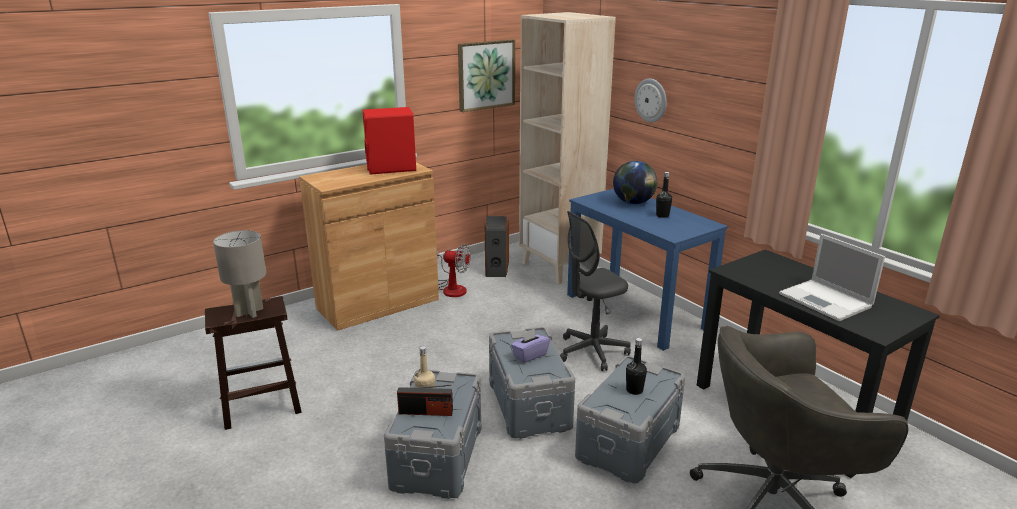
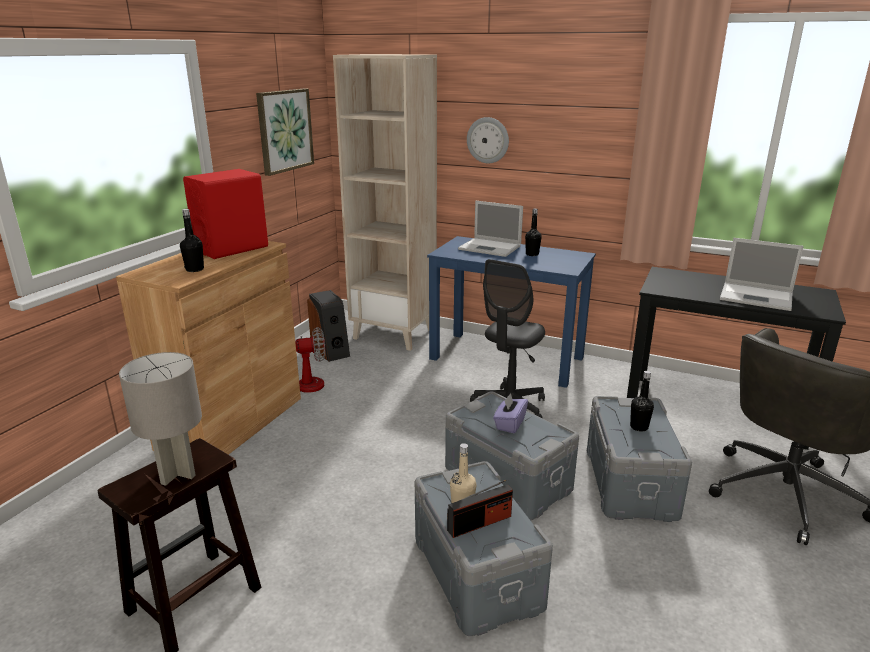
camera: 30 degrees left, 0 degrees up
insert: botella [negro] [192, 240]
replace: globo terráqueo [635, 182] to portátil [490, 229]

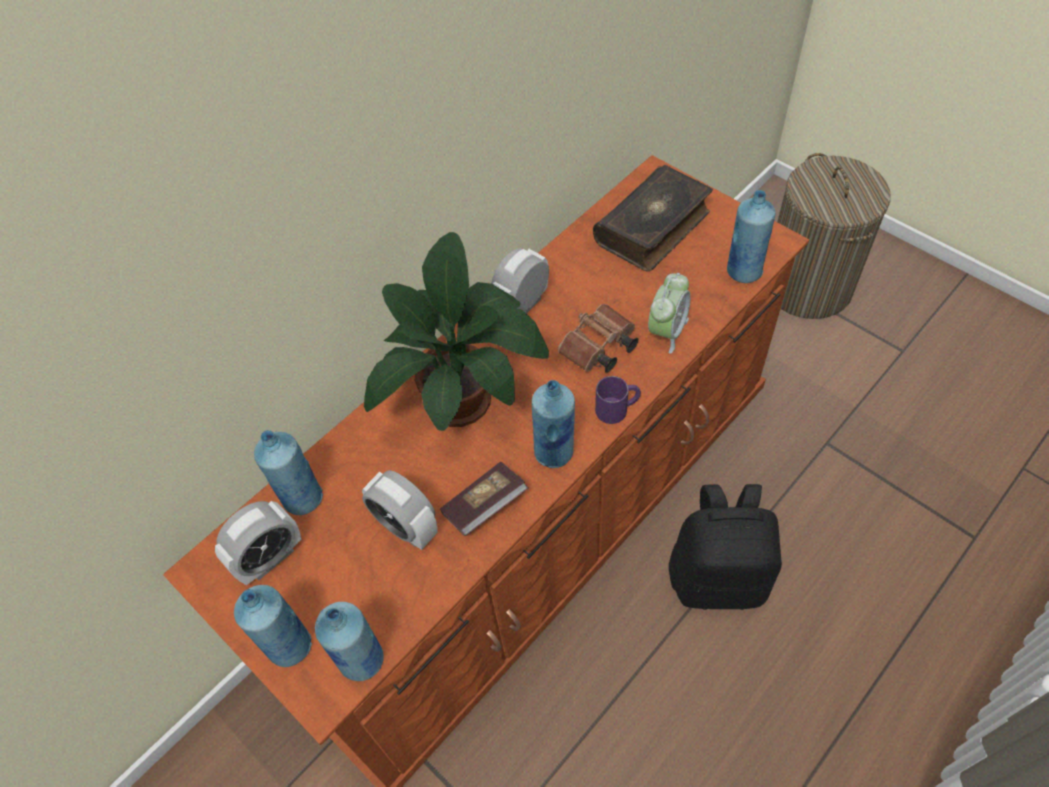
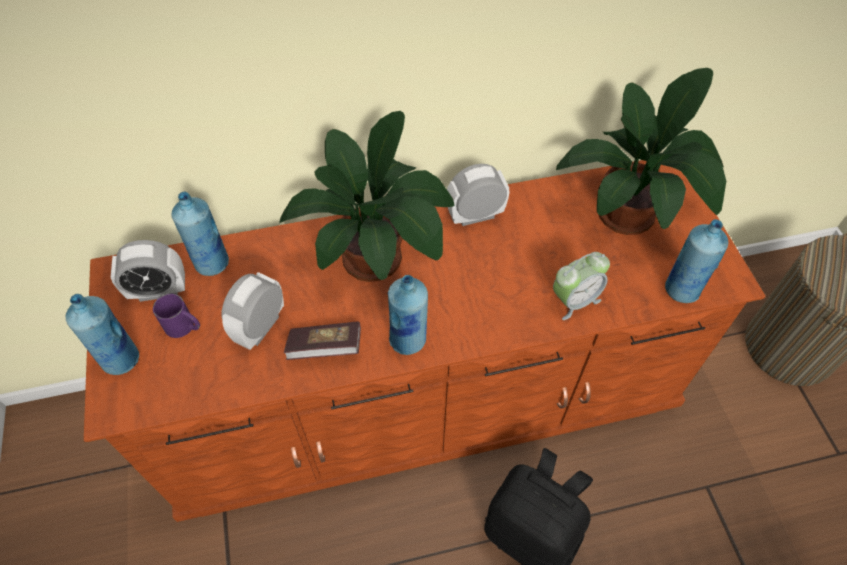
camera: 30 degrees right, 0 degrees up
delete: botella [azul] [349, 641]; prismáticos [marrón] [598, 338]
move: taza grande [morado] [618, 400] to [176, 316]
replace: libro [653, 218] to planta en maceta [641, 151]
rotate: despertador [400, 510] = [252, 311] 45 degrees clockwise

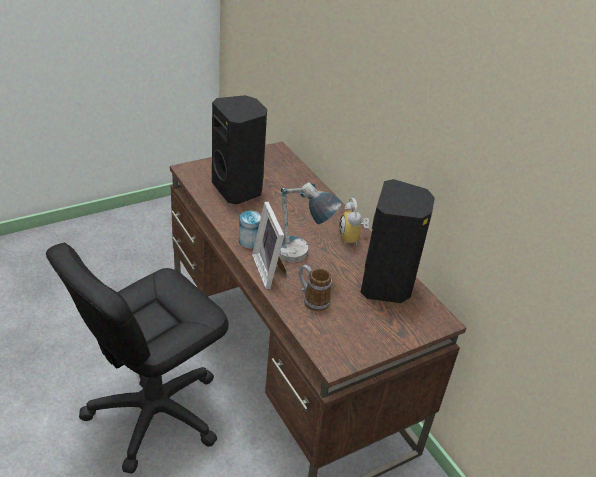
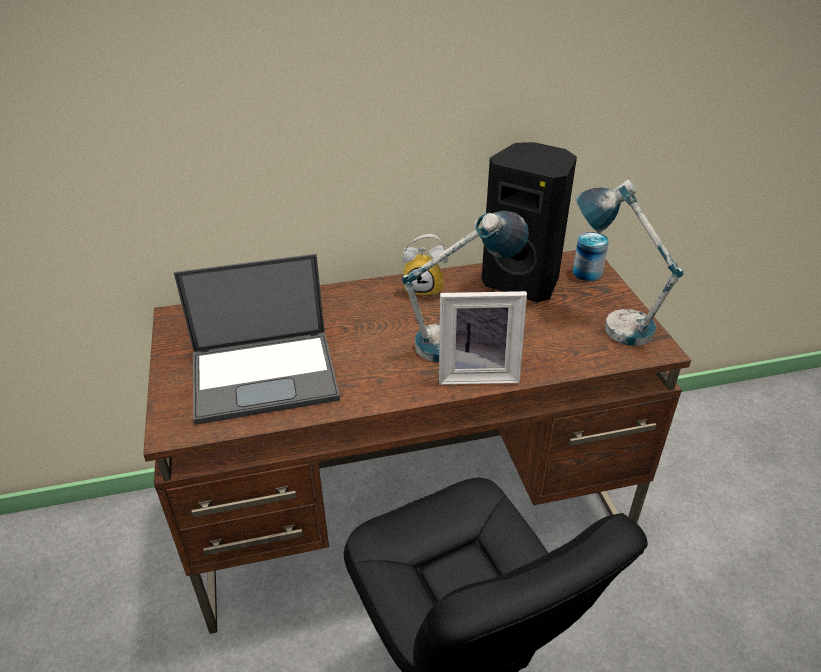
camera: 70 degrees left, 0 degrees up
delete: taza grande [315, 288]
insert: lámpara de mesa [629, 263]
move: lata [250, 230] to [591, 256]
replace: altavoz [negro] [239, 149] to portátil [257, 339]

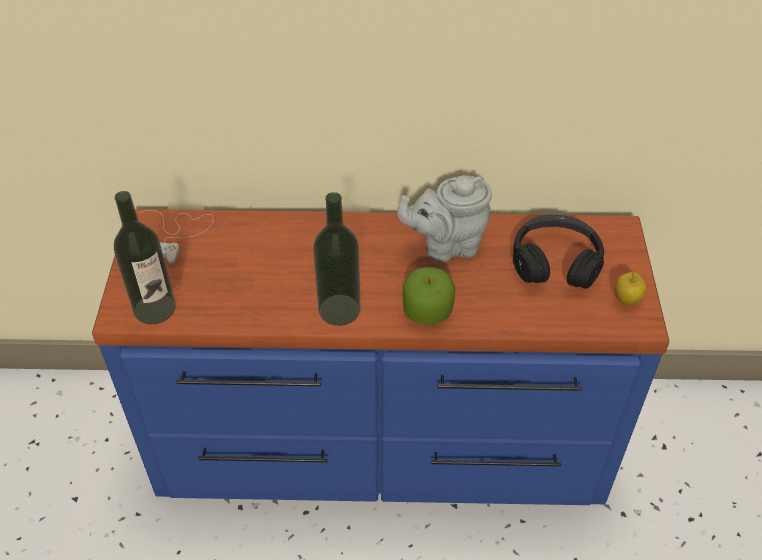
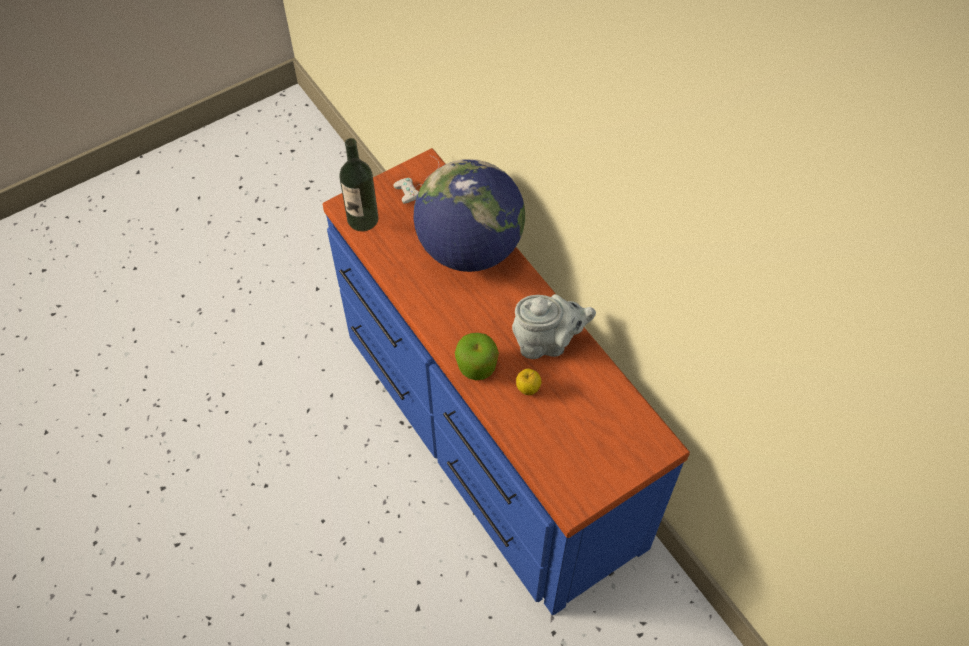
camera: 55 degrees right, 10 degrees up
delete: botella [336, 259]; auriculares [negro] [558, 252]
insert: globo terráqueo [469, 215]
move: manzana [630, 288] to [529, 382]
rotate: tetera [gris] [444, 218] = [554, 326] 135 degrees clockwise

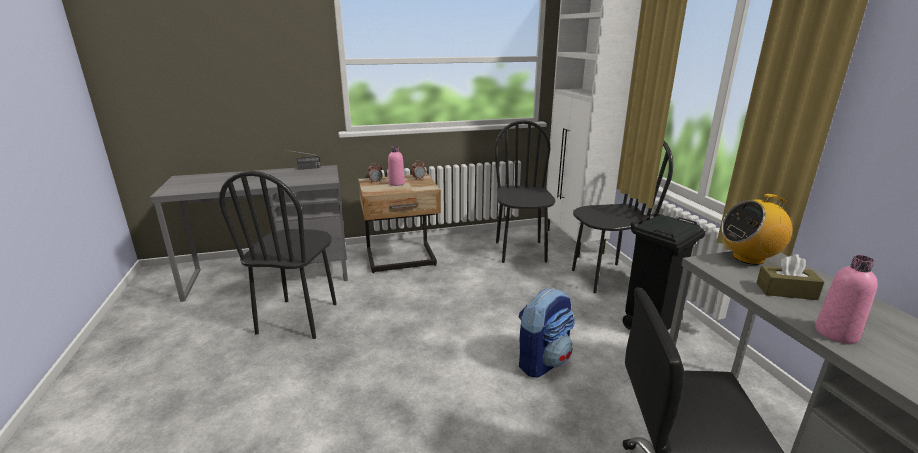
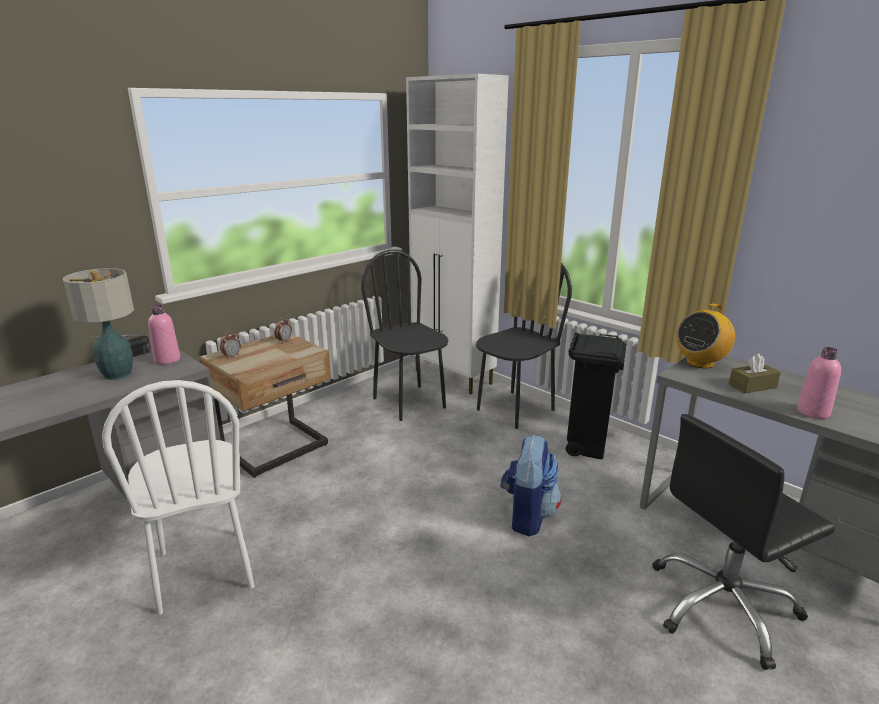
camera: 30 degrees left, 0 degrees up
insert: lámpara de mesa [98, 324]
move: botella [rosa] [396, 166] to [164, 335]
recolor: silla [negro] [278, 255] to silla [blanco] [178, 497]

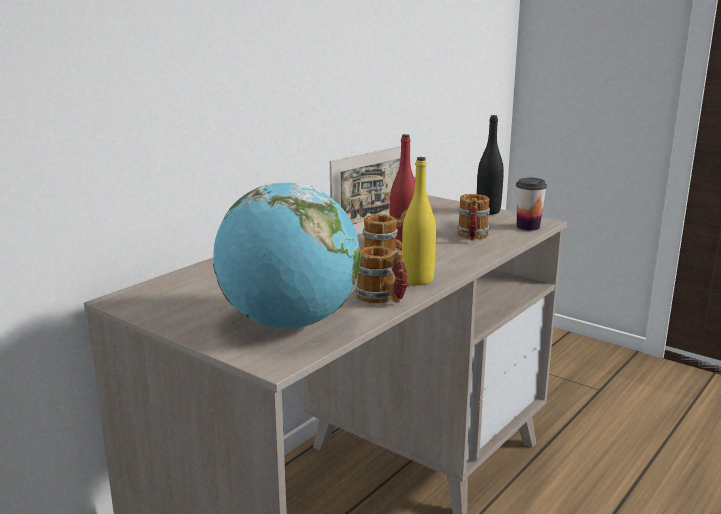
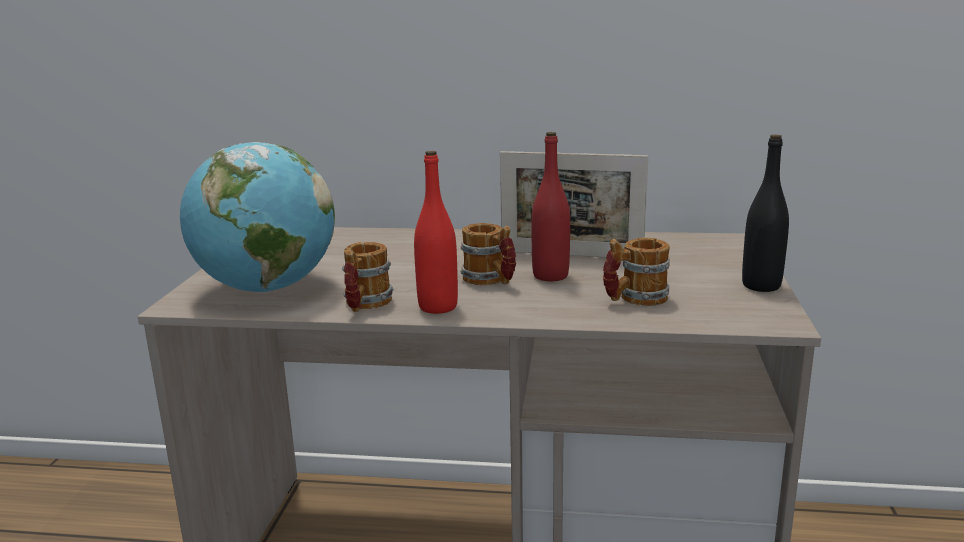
camera: 60 degrees right, 0 degrees up
delete: taza [531, 204]
recolor: botella [amarillo] [419, 221] to botella [rojo] [436, 232]

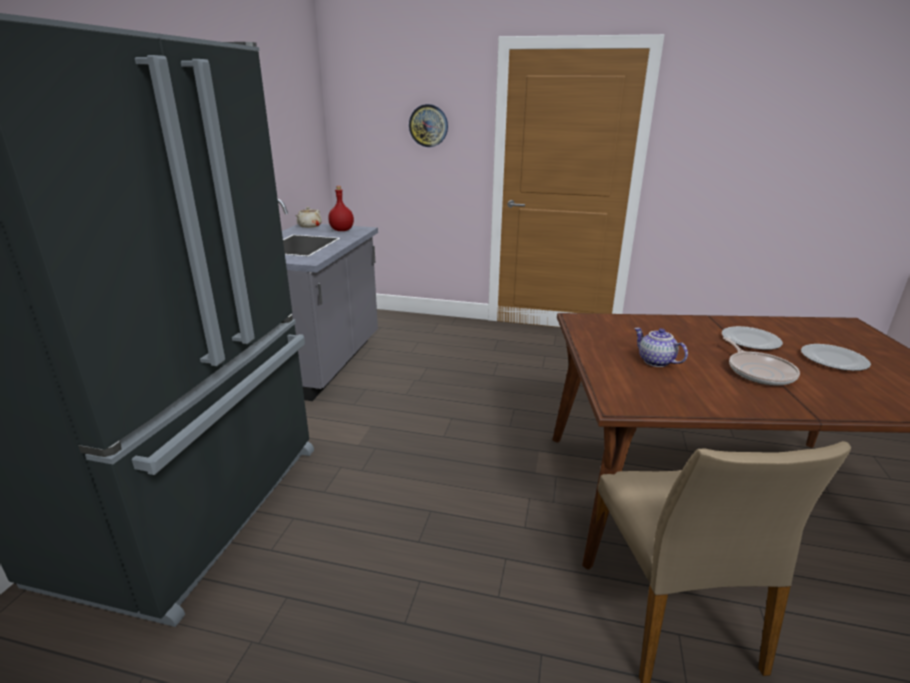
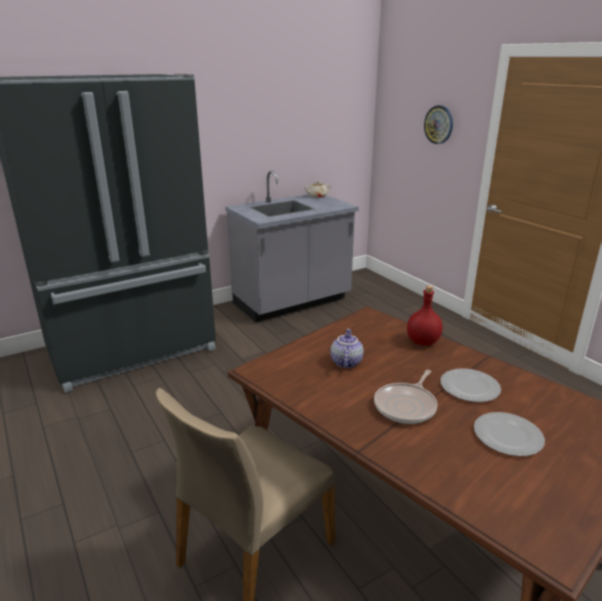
camera: 45 degrees right, 0 degrees up
move: botella [rojo] [341, 208] to [425, 316]

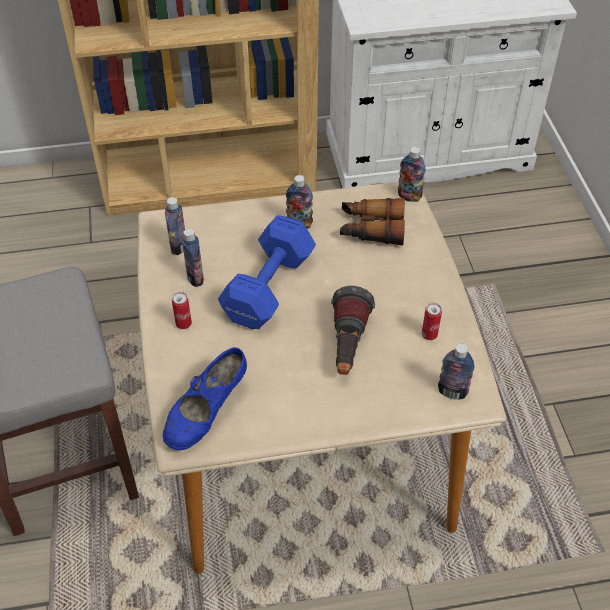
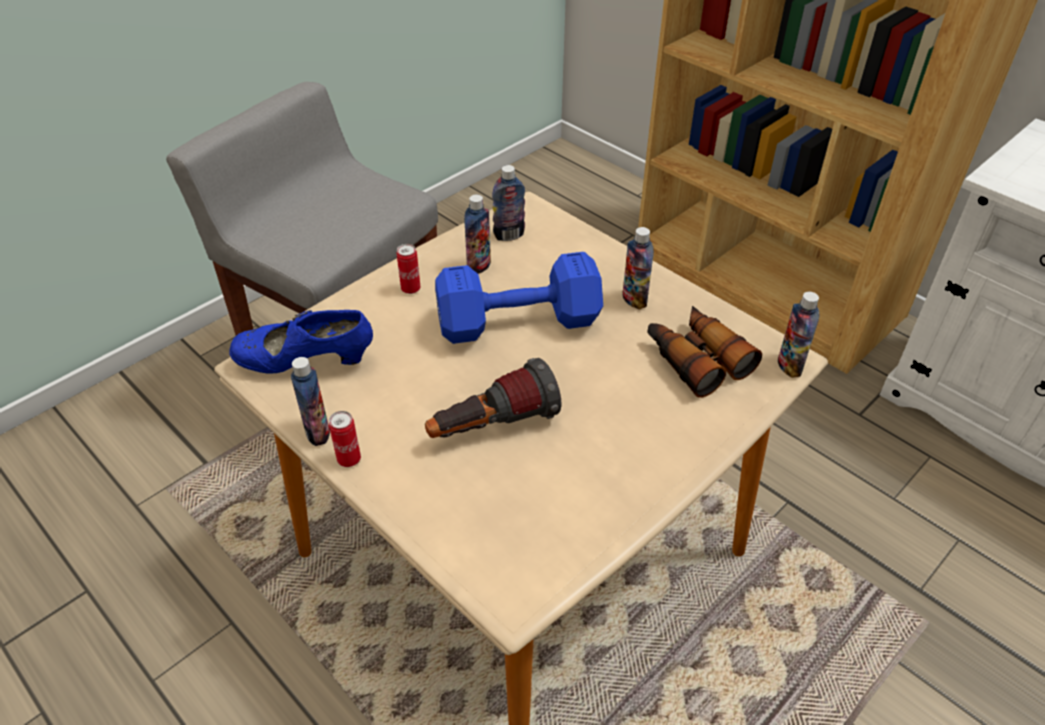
camera: 55 degrees right, 5 degrees down
move: botella [456, 371] to [310, 401]; lata [432, 321] to [345, 439]

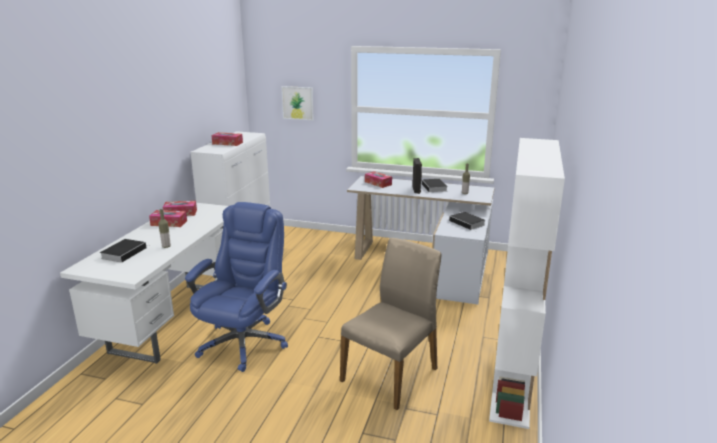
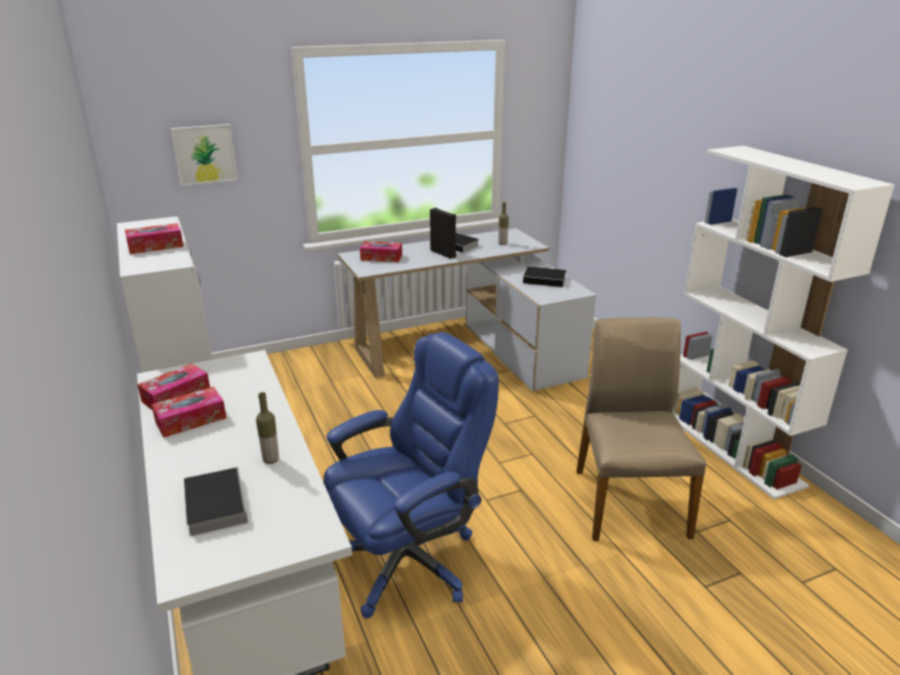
camera: 40 degrees left, 5 degrees up
rotate: silla de oficina [azul] [236, 287] = [411, 475] 75 degrees clockwise

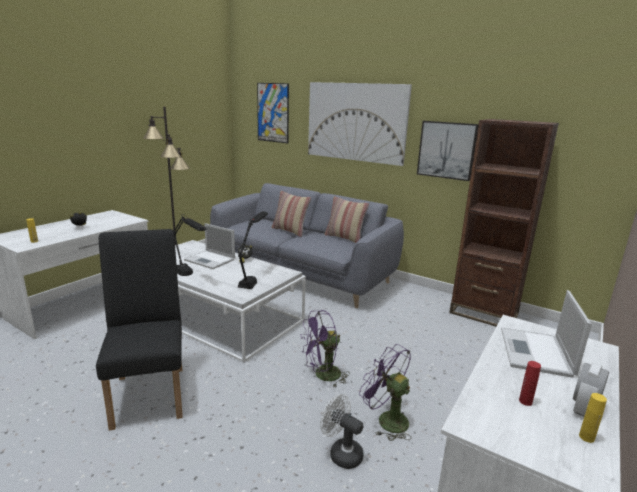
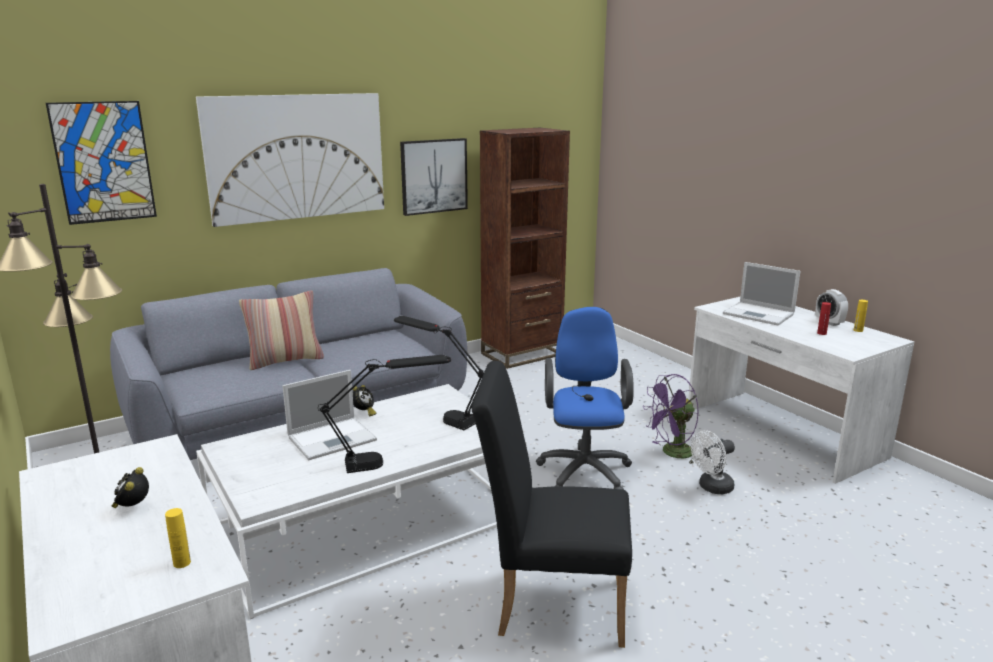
camera: 65 degrees left, 0 degrees up
delete: cojín [346, 219]
replace: ventilador [morado] [325, 348] to silla de oficina [azul] [585, 398]

